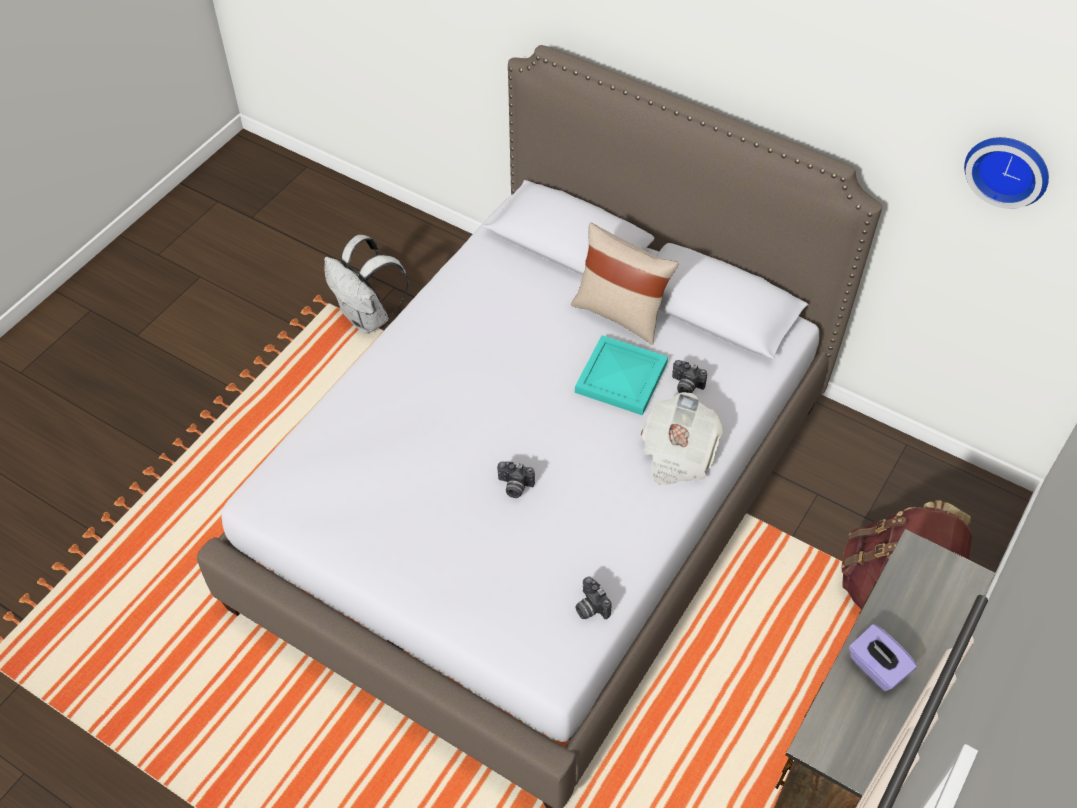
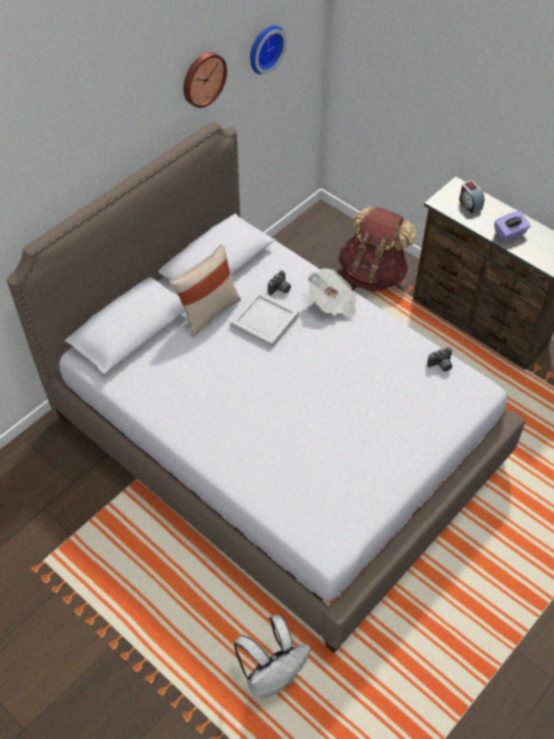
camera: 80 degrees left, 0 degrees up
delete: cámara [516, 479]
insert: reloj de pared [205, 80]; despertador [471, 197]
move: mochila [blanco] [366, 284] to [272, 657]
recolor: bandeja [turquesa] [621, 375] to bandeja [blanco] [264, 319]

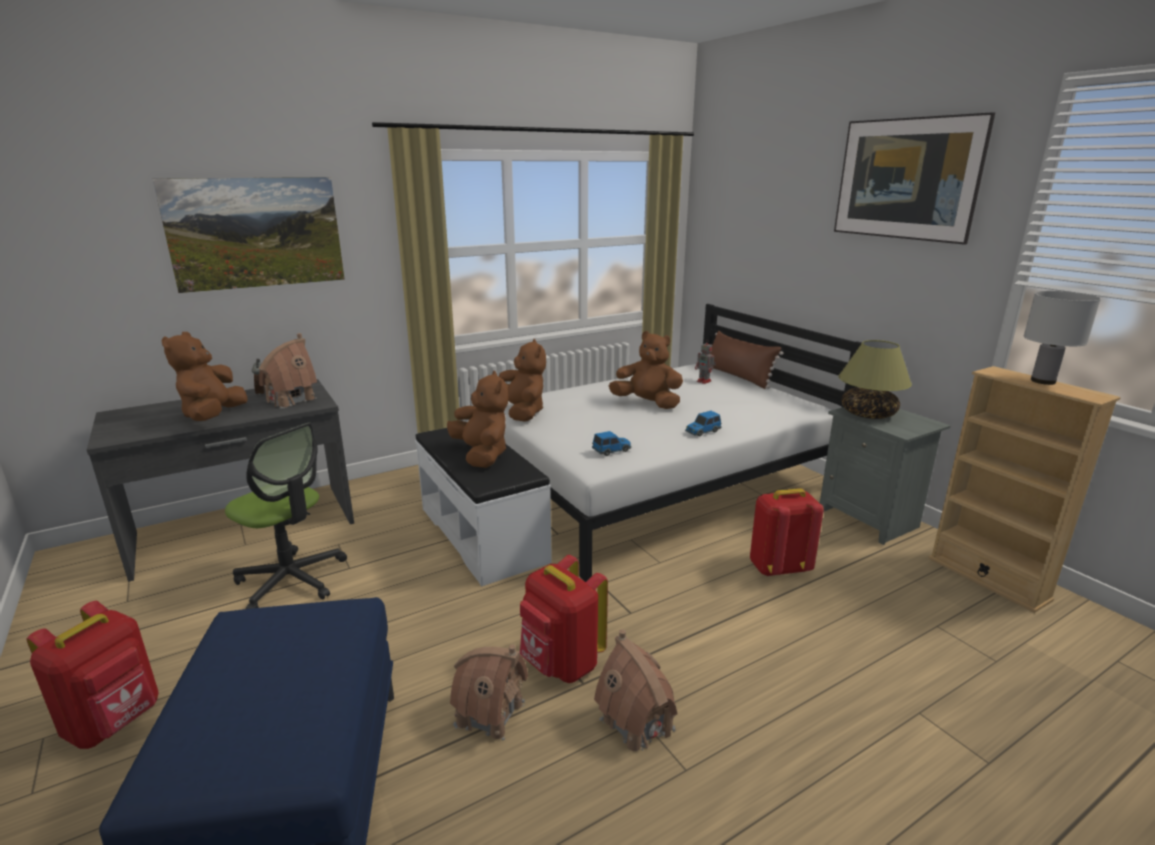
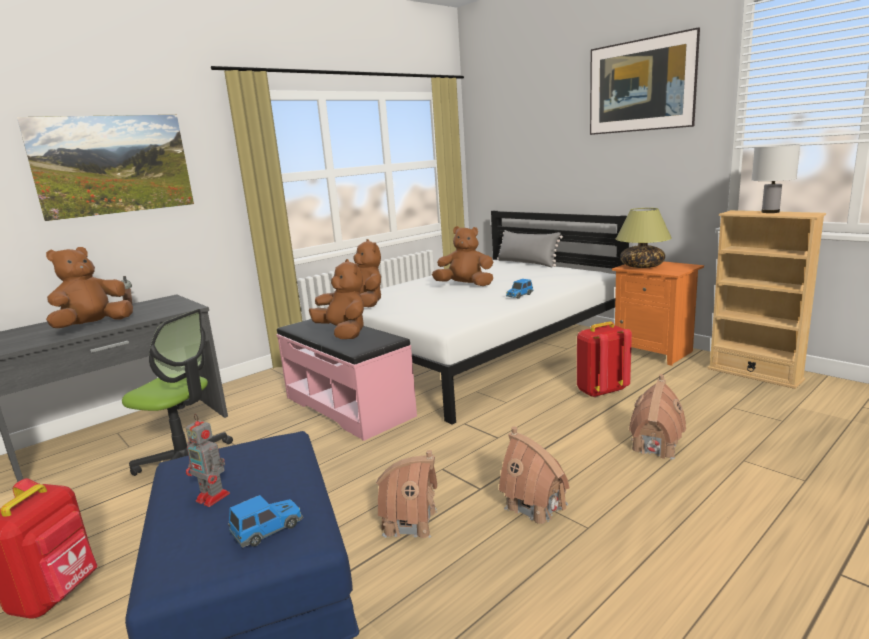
camera: 10 degrees left, 5 degrees down
delete: mochila [rojo] [564, 619]
move: robot de juguete [705, 361] to [208, 460]; coche de juguete [612, 443] to [265, 521]; casita [288, 371] to [657, 417]
recolor: banco [blanco] [483, 507] to banco [rosa] [346, 380]; cojín [marrón] [746, 360] to cojín [gris] [530, 248]; mesita de noche [gris] [885, 476] to mesita de noche [naranja] [658, 313]
rotate: peluche [marrón] [204, 376] = [89, 287] 45 degrees clockwise

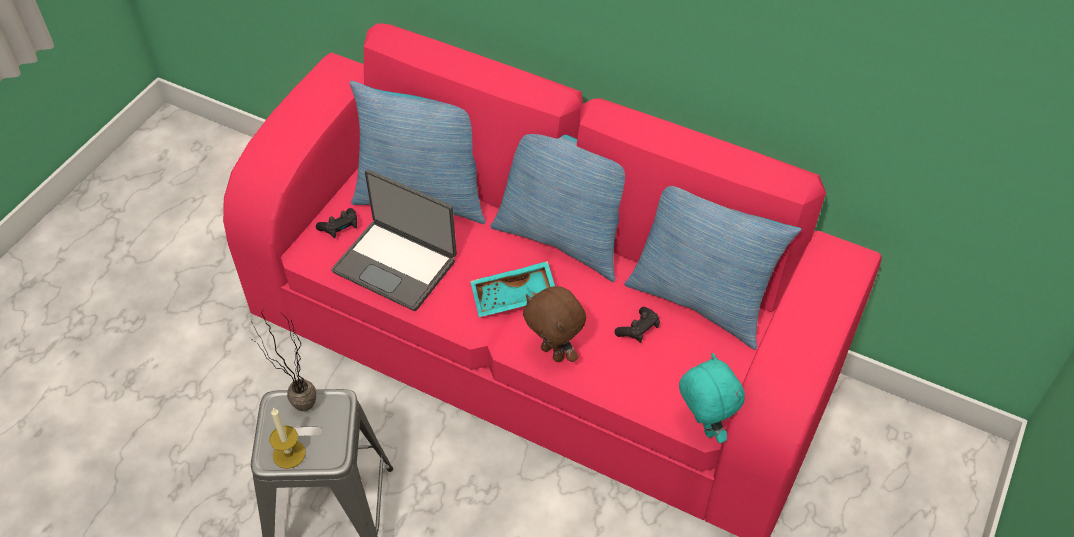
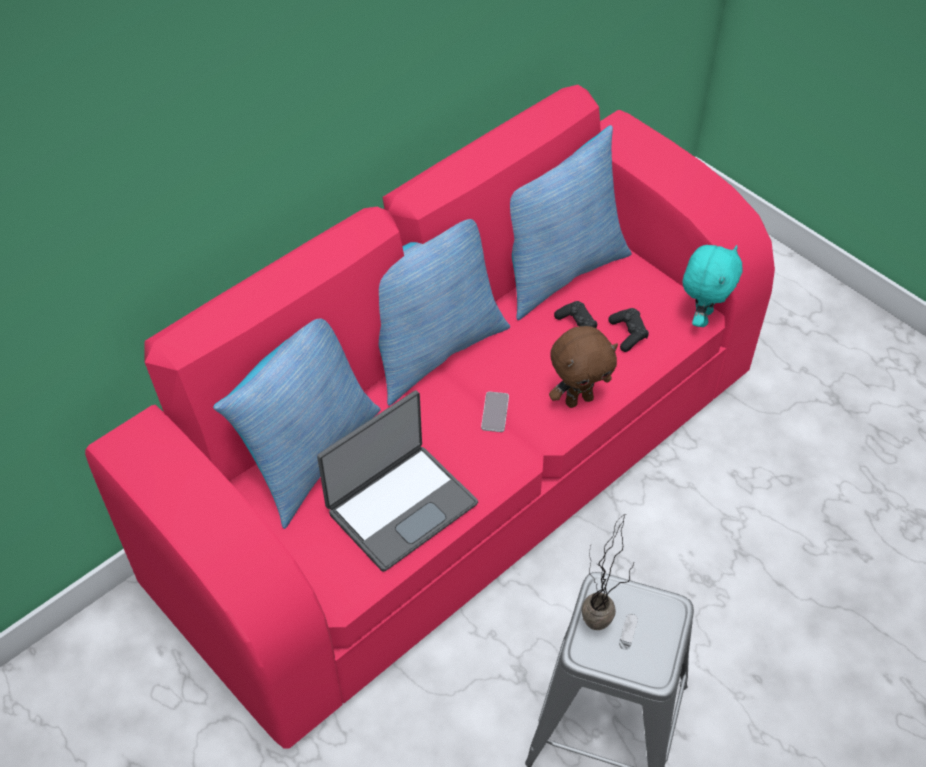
camera: 70 degrees left, 0 degrees up
delete: vela [287, 438]
move: mando de consola [negro] [336, 223] to [628, 330]
replace: bandeja [turquesa] [512, 289] to móvil [495, 412]
rotate: peluche [turquesa] [712, 398] = [712, 286] 120 degrees clockwise

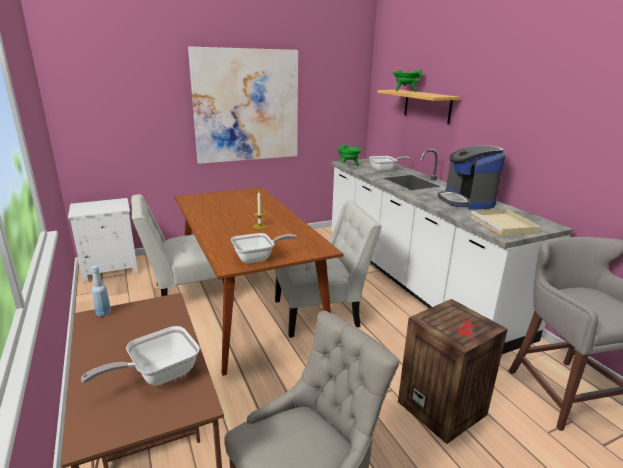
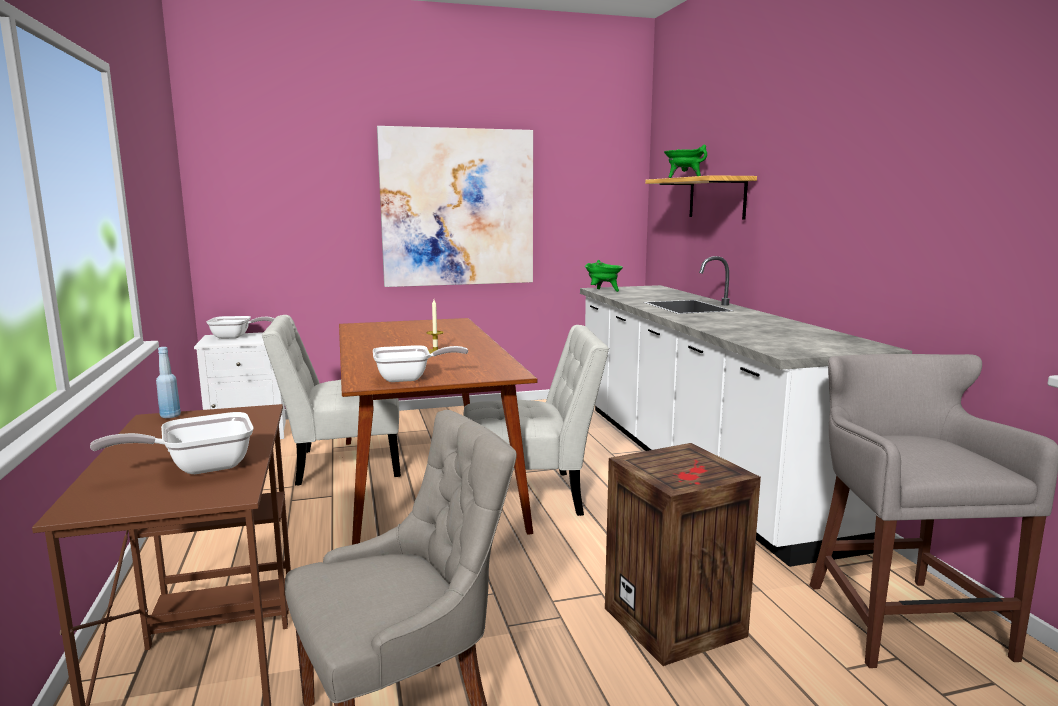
camera: 10 degrees right, 10 degrees down
delete: cafetera [471, 177]; bandeja [beis] [506, 222]
move: sartén [389, 164] to [240, 327]

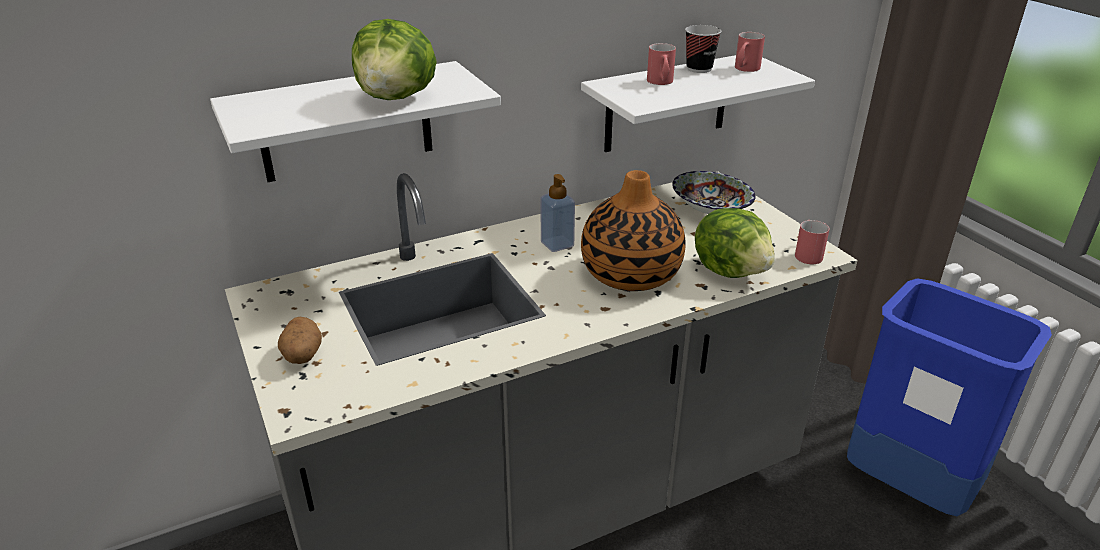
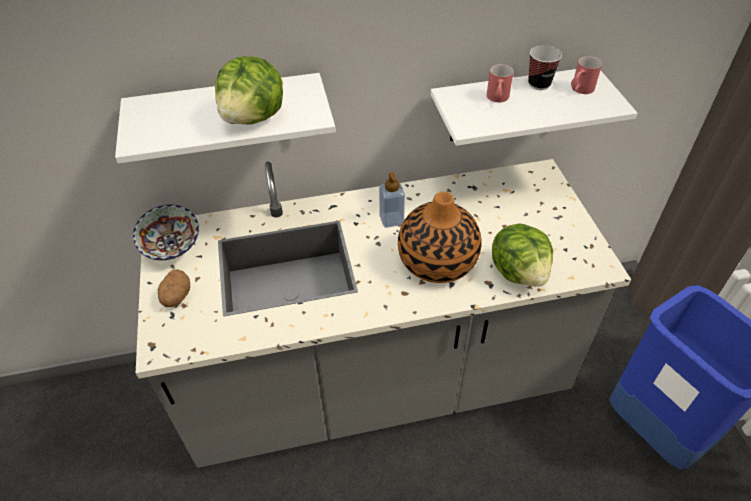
camera: 15 degrees right, 15 degrees up
delete: taza grande [rojo] [812, 242]
move: cuenco [714, 192] to [166, 232]

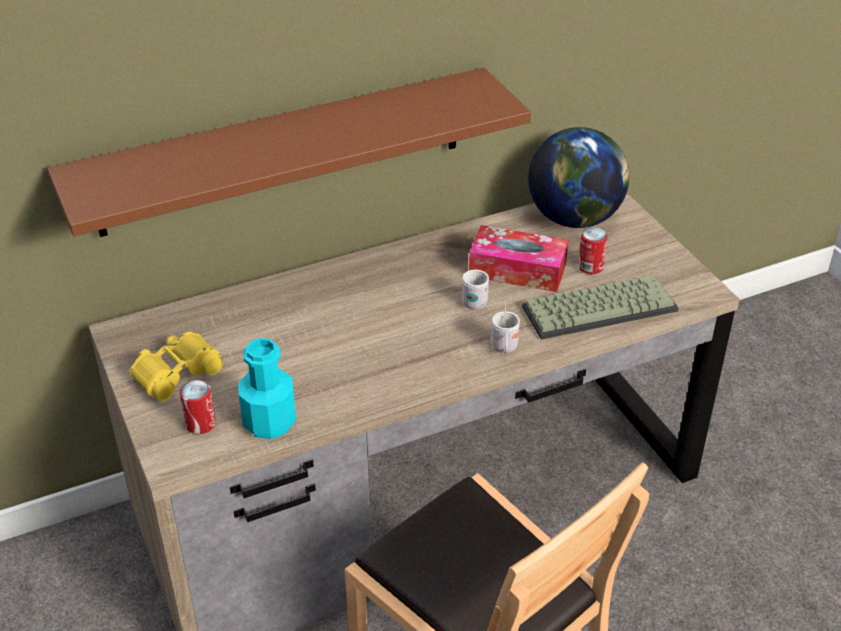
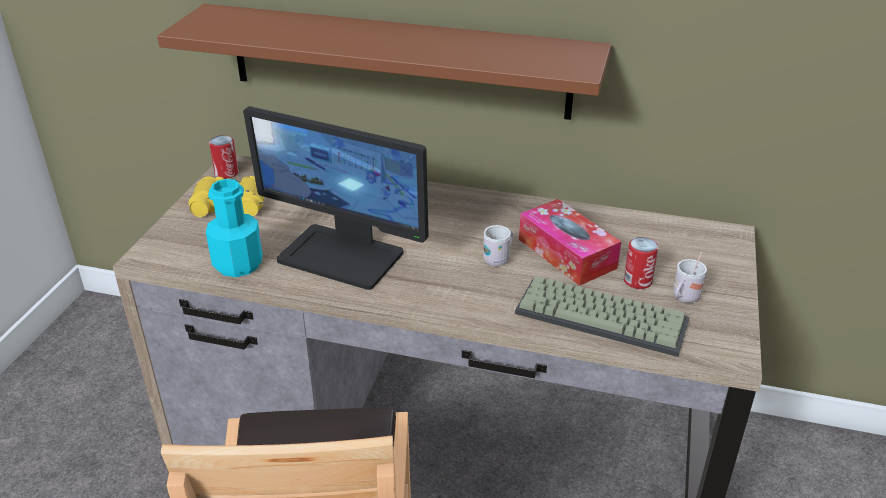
camera: 40 degrees right, 5 degrees down
delete: globo terráqueo [578, 177]
insert: monitor [336, 198]
move: lata [198, 407] to [224, 157]; taza grande [blanco] [505, 327] to [690, 277]

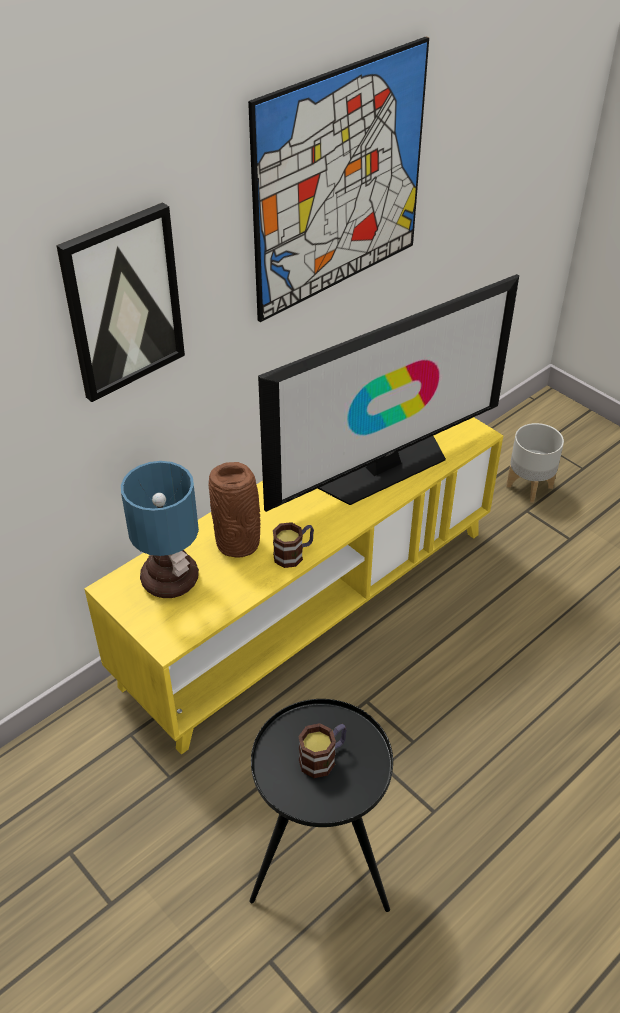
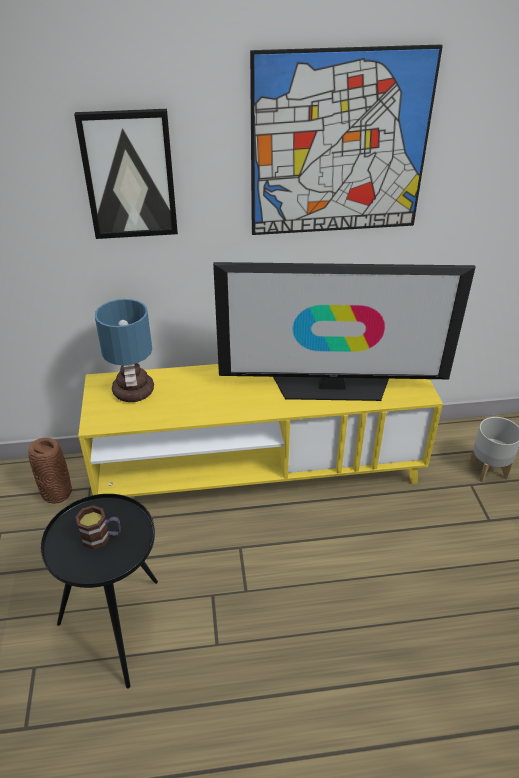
camera: 35 degrees right, 5 degrees down
delete: taza grande [293, 545]
move: florero [marrón] [234, 510] to [50, 471]

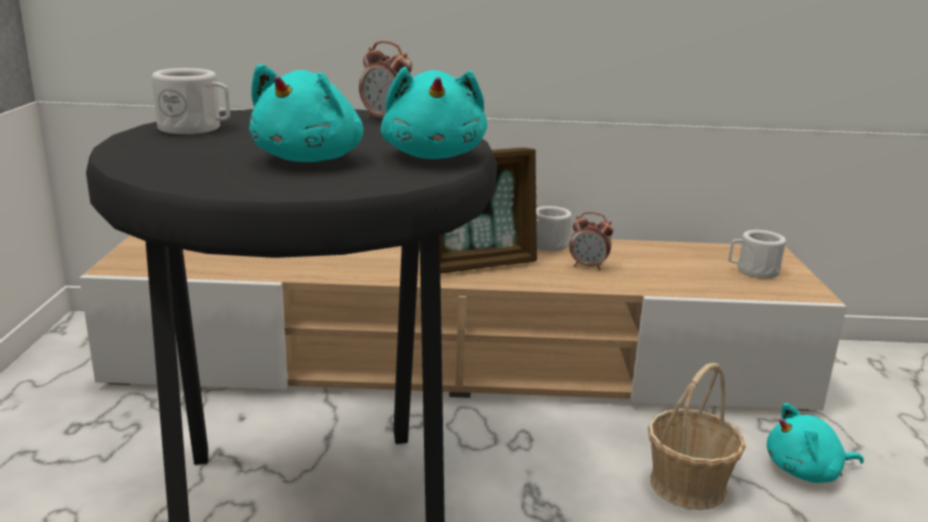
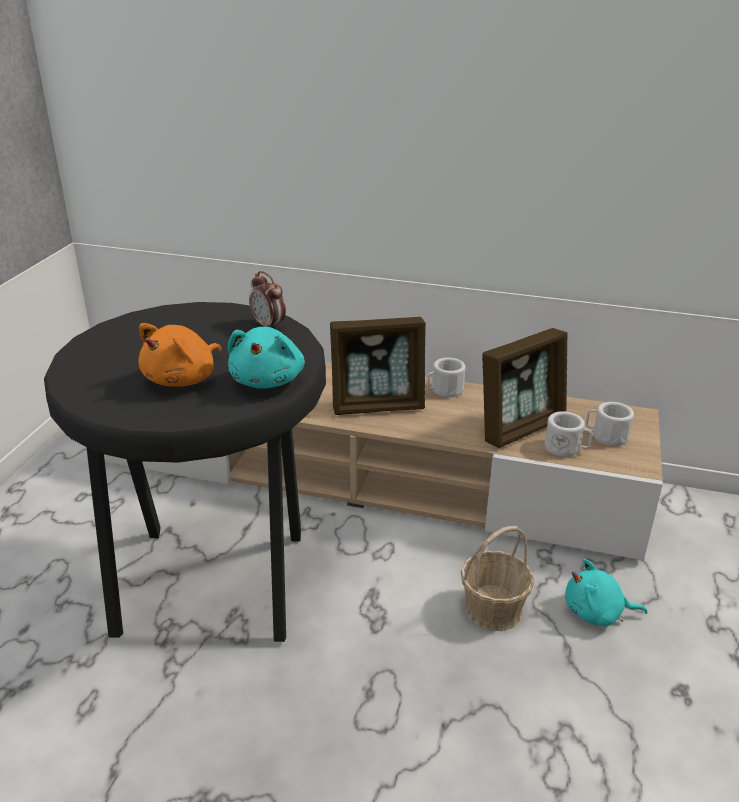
camera: 15 degrees right, 10 degrees up
delete: despertador [591, 241]
insert: portarretratos [524, 388]
move: taza grande [blanco] [191, 101] to [568, 434]
recolor: peluche [turquesa] [306, 113] to peluche [naranja] [179, 355]

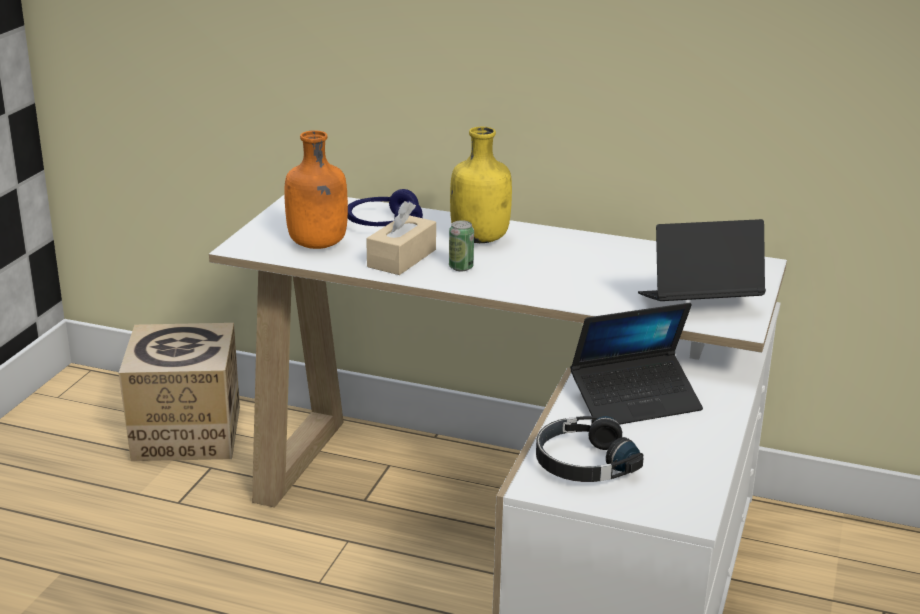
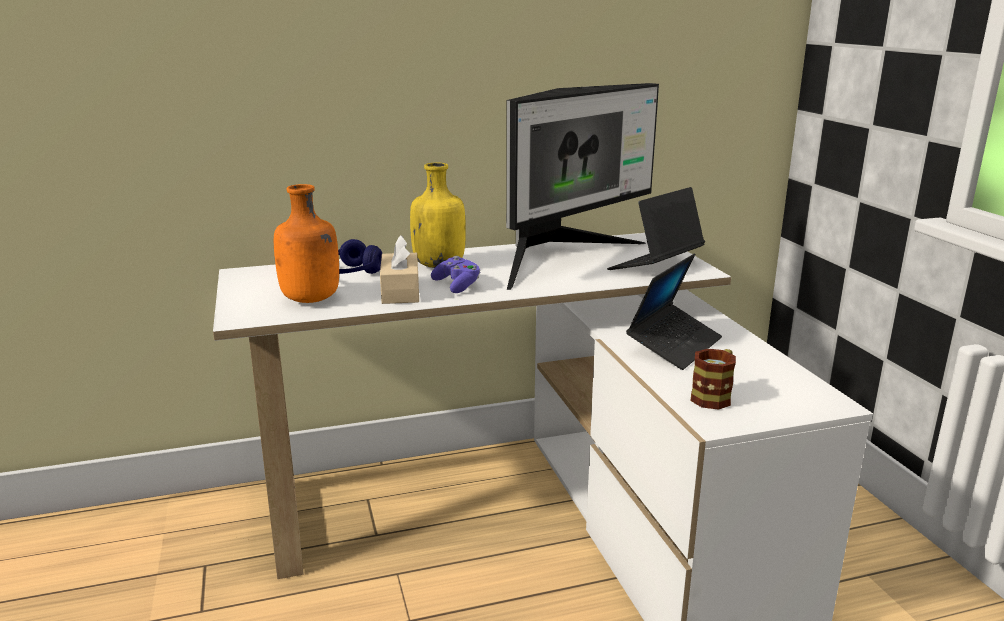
camera: 35 degrees left, 5 degrees down
delete: caja de cartón [179, 392]
insert: monitor [582, 186]
replace: lata [461, 245] to mando de consola [morado] [456, 274]; auriculares [negro] [590, 449] to taza grande [713, 379]

